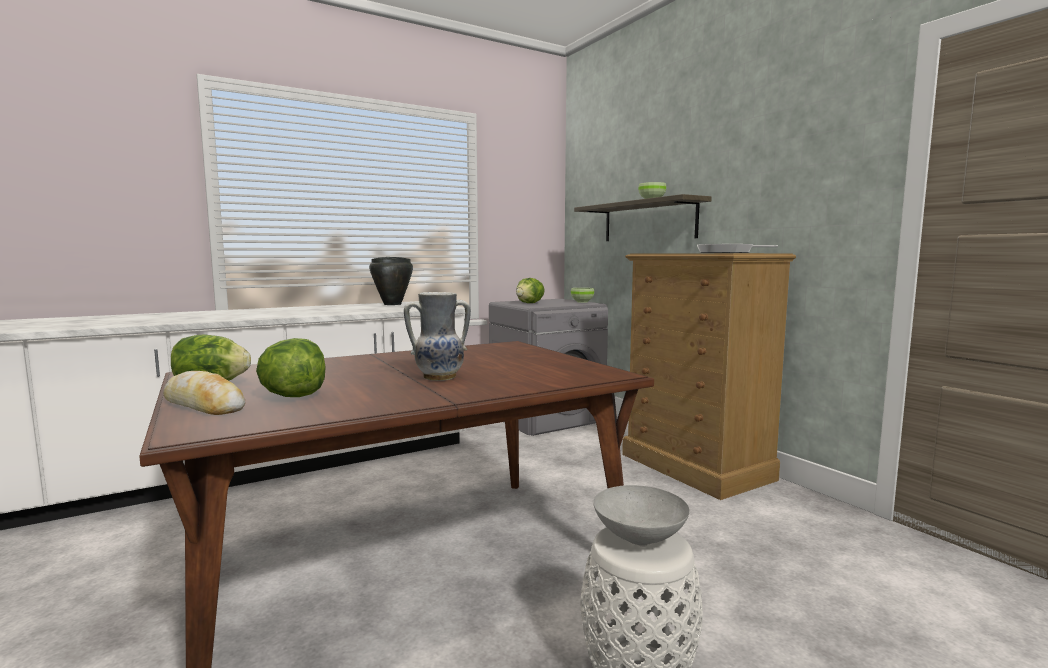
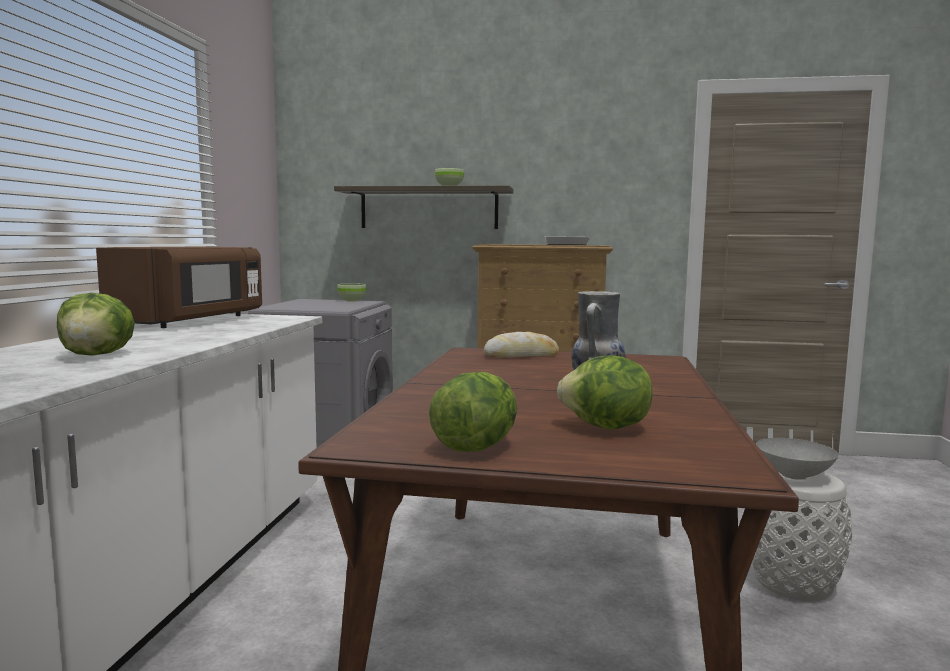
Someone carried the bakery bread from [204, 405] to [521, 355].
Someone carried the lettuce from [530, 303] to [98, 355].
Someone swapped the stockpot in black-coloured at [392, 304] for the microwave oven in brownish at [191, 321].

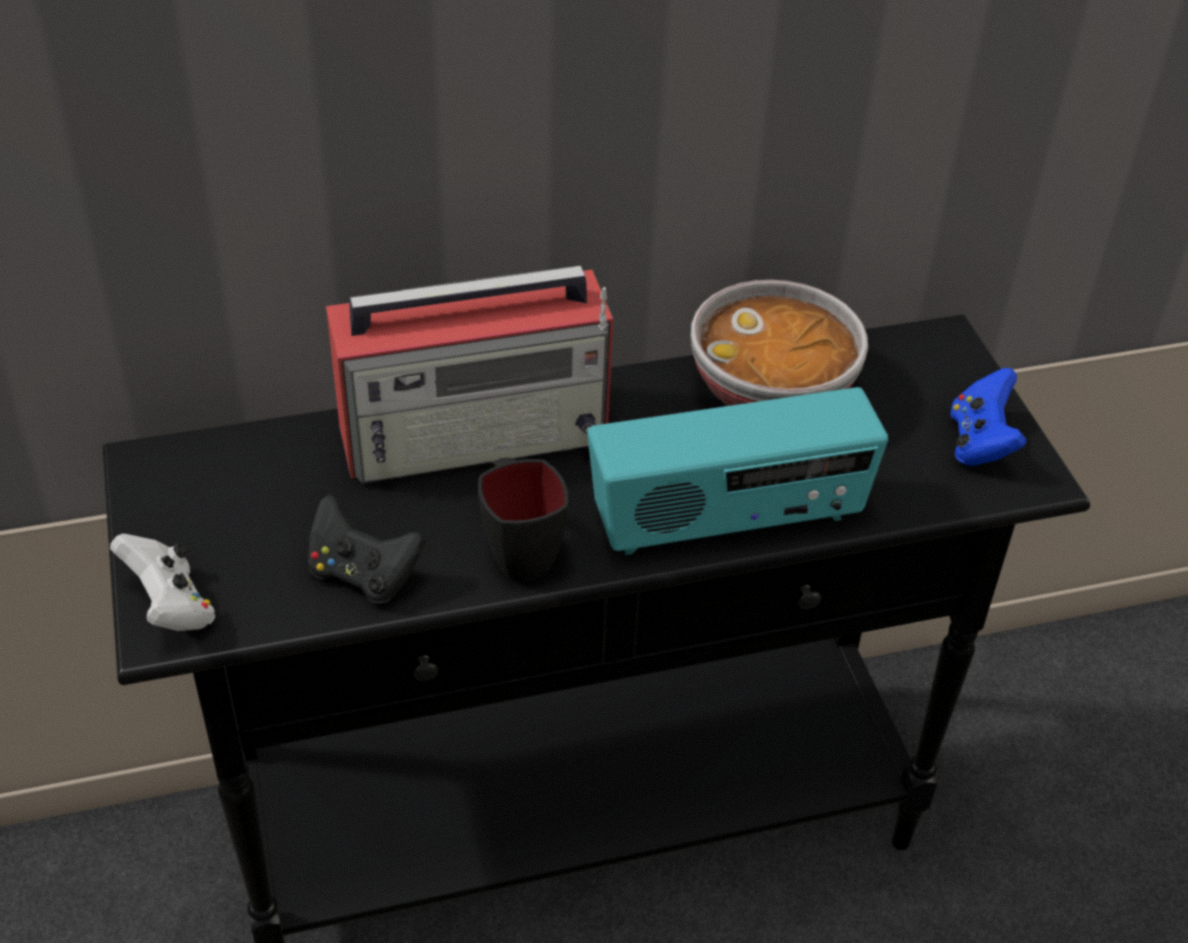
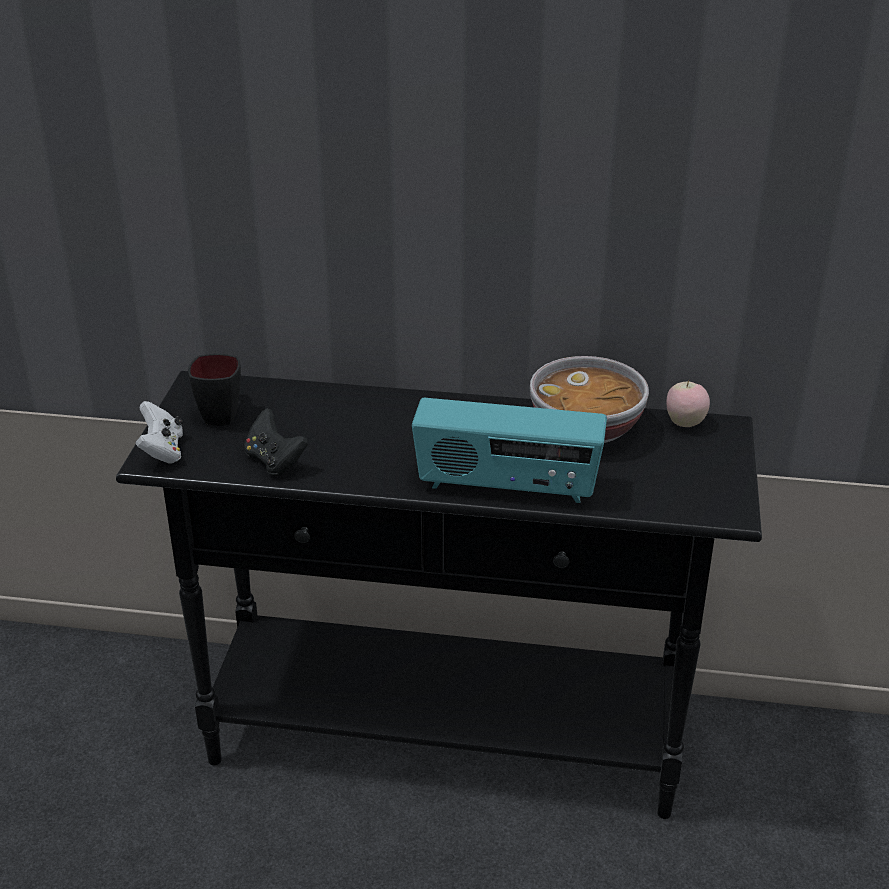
Someone took away the radio set at [478, 433].
Someone took away the gamepad in bluish at [980, 442].
Someone put down the apple fruit at [685, 423].
Someone carried the coffee mug in black-coloured from [518, 549] to [222, 412].

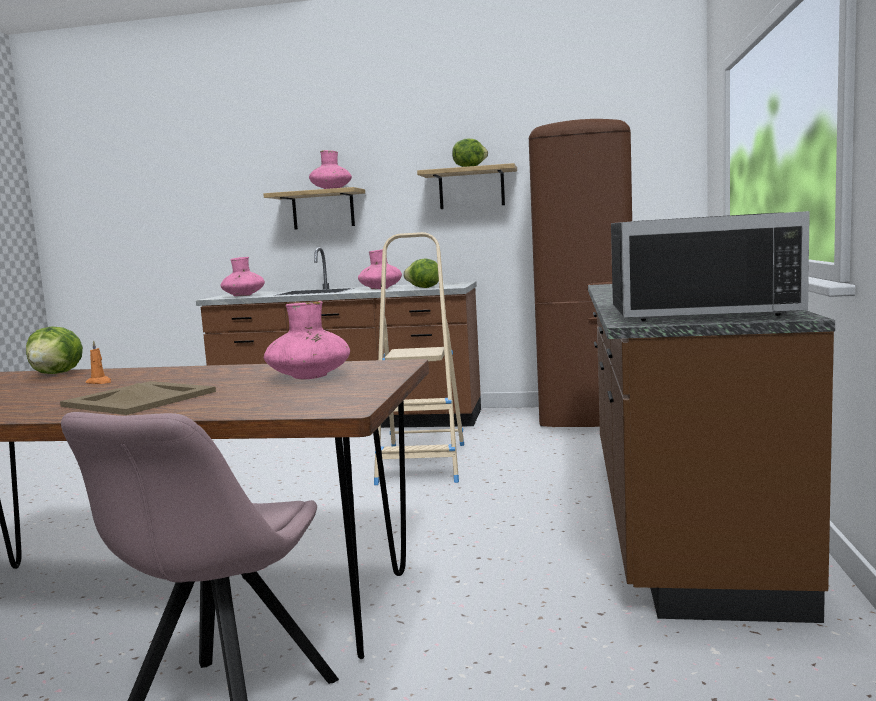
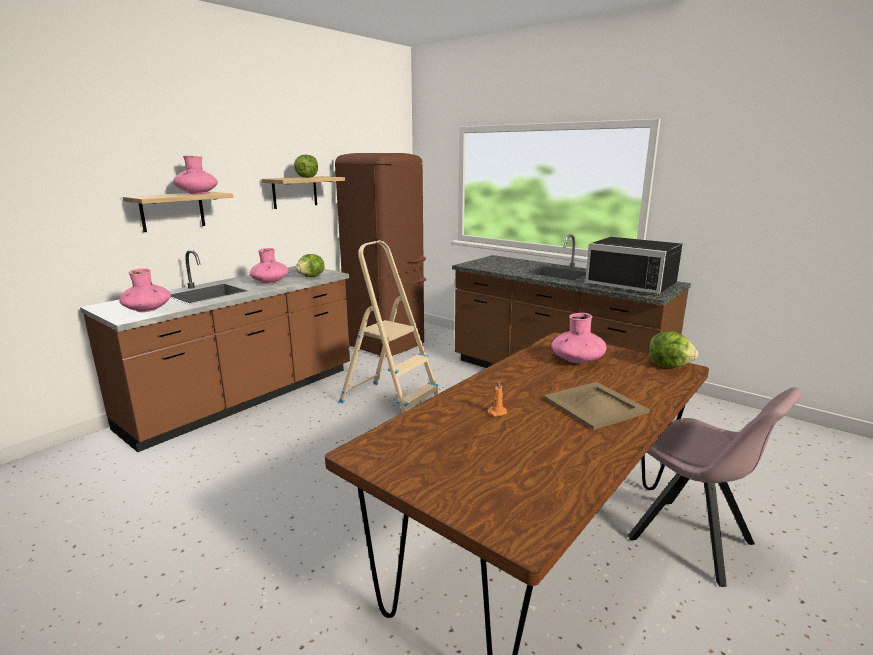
Someone carried the lettuce from [57, 373] to [668, 365].
Someone rotated the microwave oven in black-coloured at [699, 312] by 90 degrees clockwise.

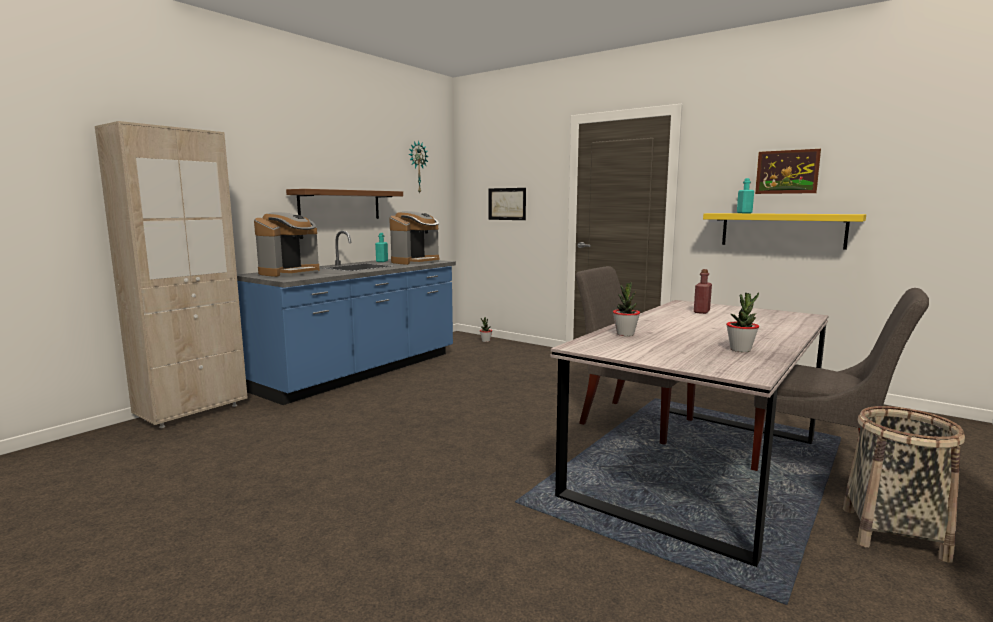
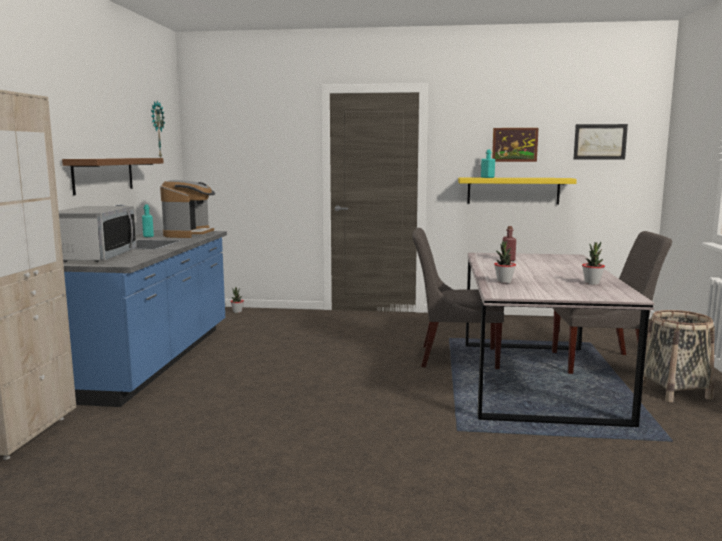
Someone carried the picture from [507, 204] to [600, 141].
Someone swapped the coffee maker at [290, 273] for the microwave oven at [95, 257].

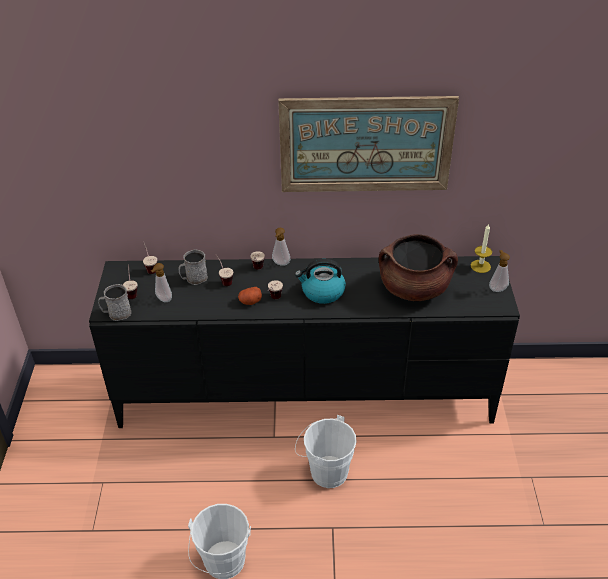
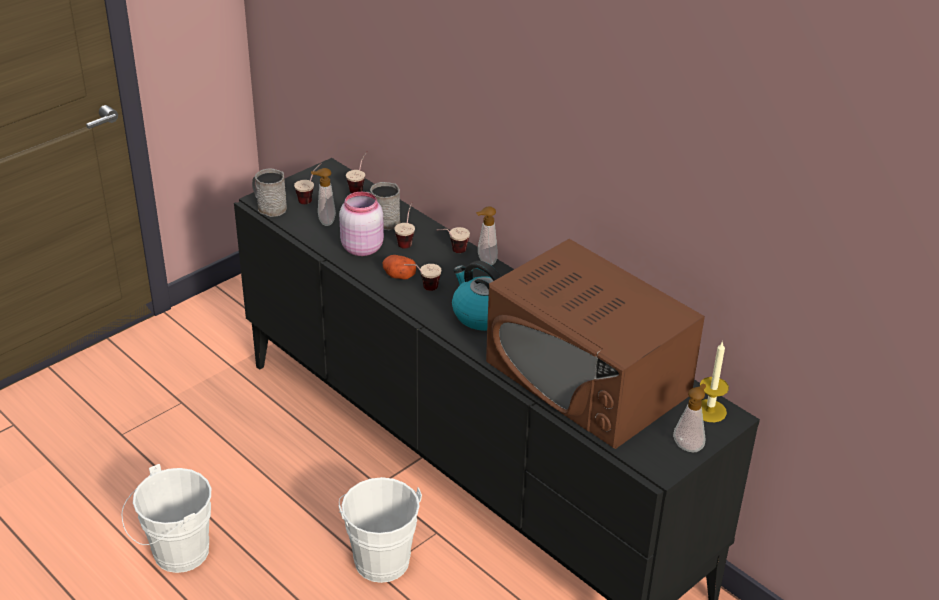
Someone took away the picture at [366, 144].
Someone put down the storage jar in pinkish at [361, 247].
Someone swapped the stockpot in brownish at [414, 288] for the microwave oven in brownish at [587, 378].

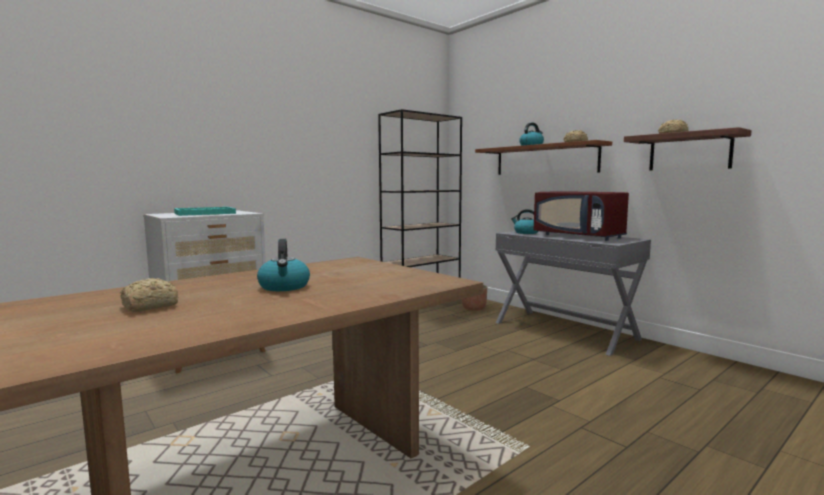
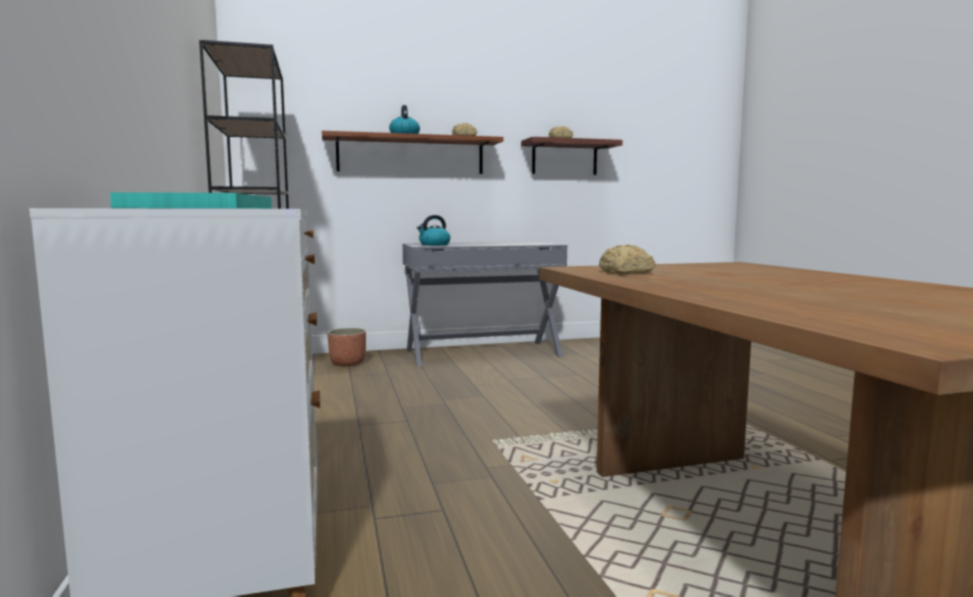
Someone took away the water kettle at [284, 287].
Someone took away the microwave oven in red at [579, 236].
Someone carried the bakery bread from [148, 306] to [625, 272].

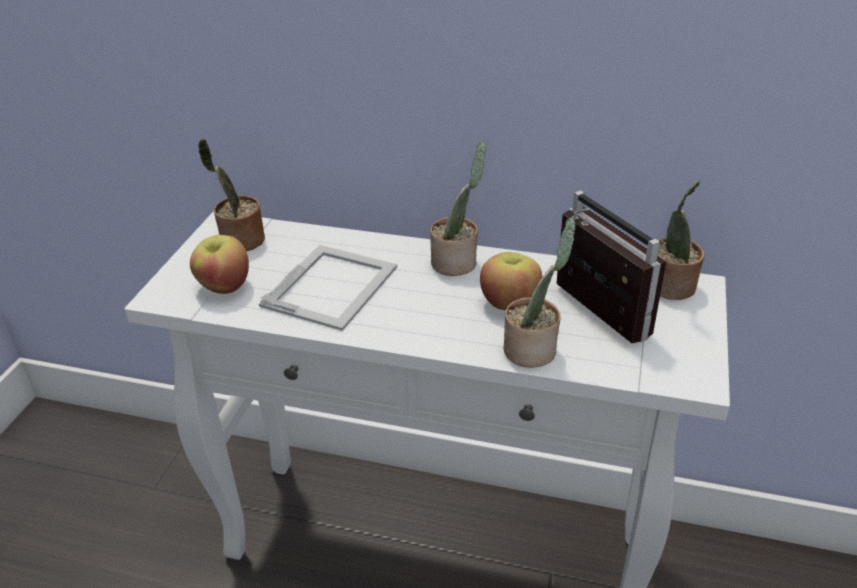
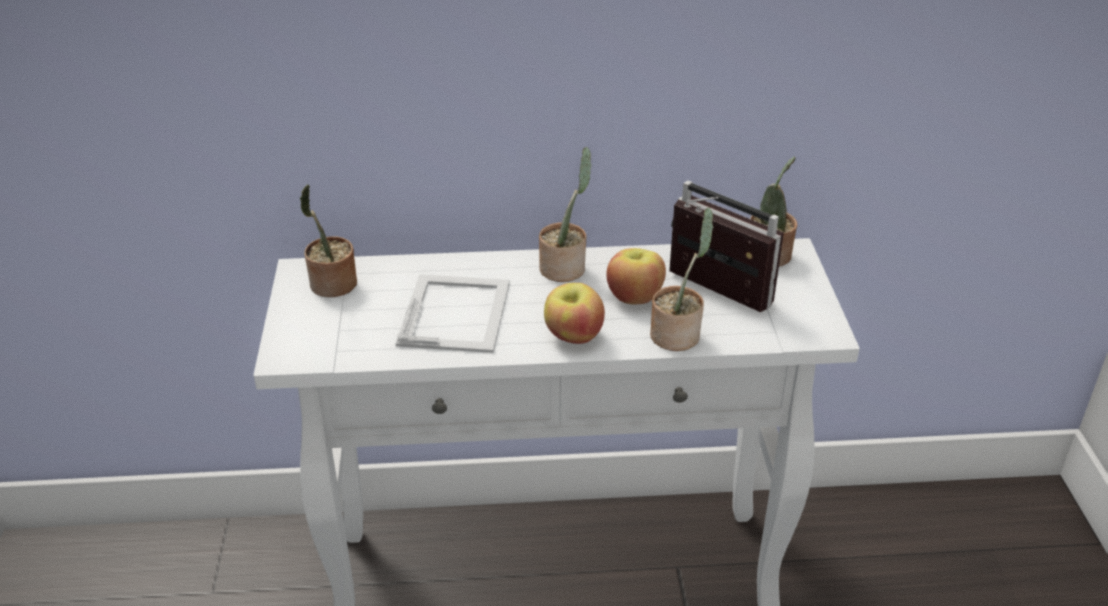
Someone carried the apple fruit from [224, 286] to [573, 336].

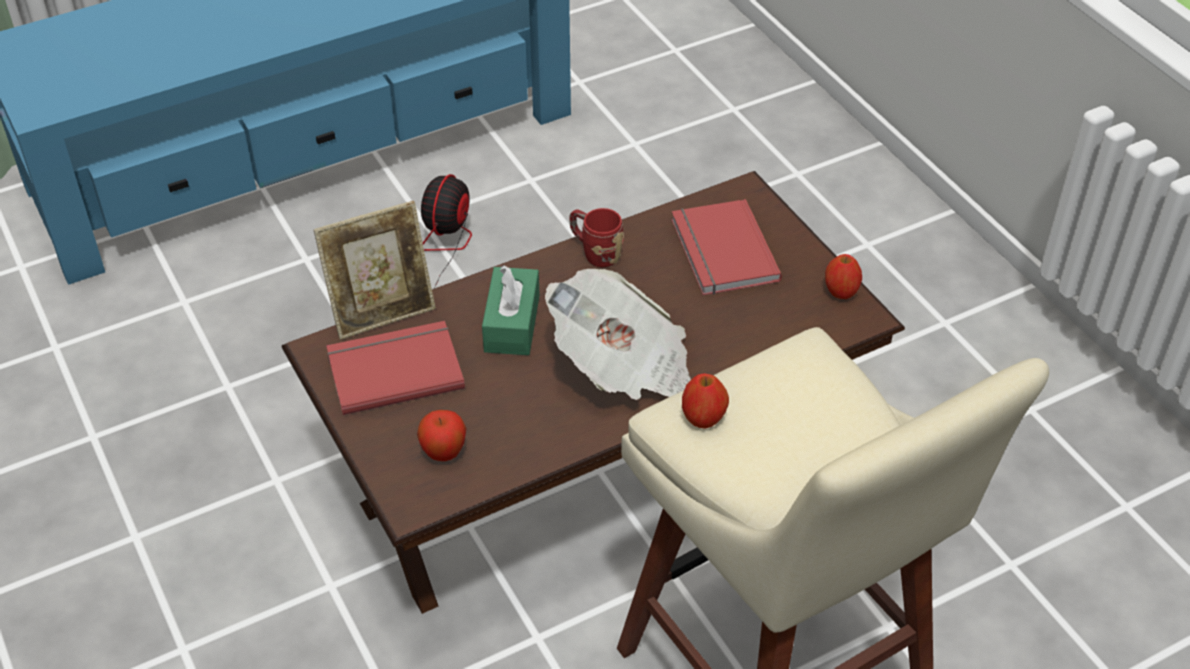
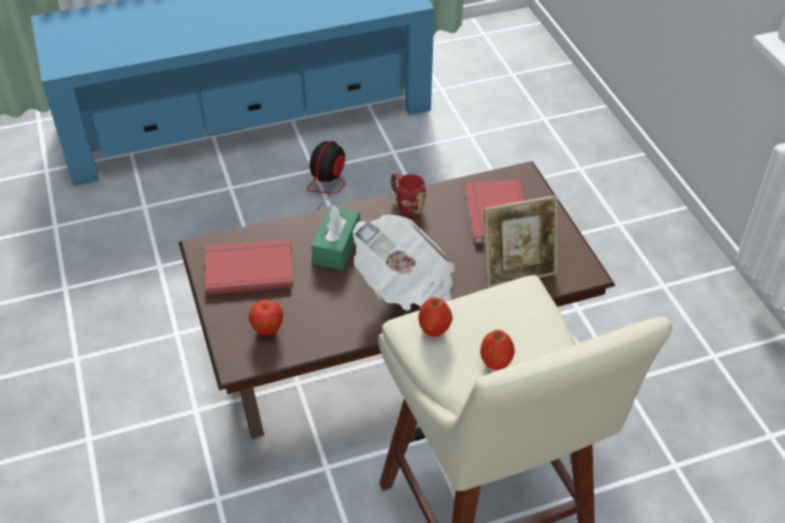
Someone carried the photo frame from [382, 311] to [517, 271].
Someone carried the apple fruit from [840, 292] to [495, 362].

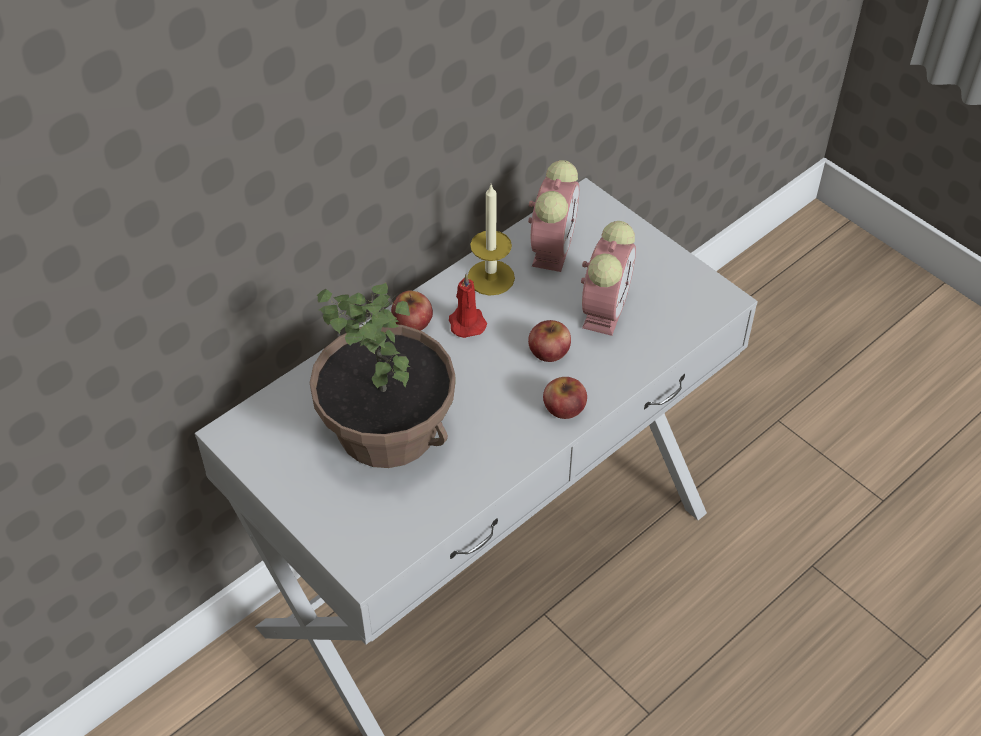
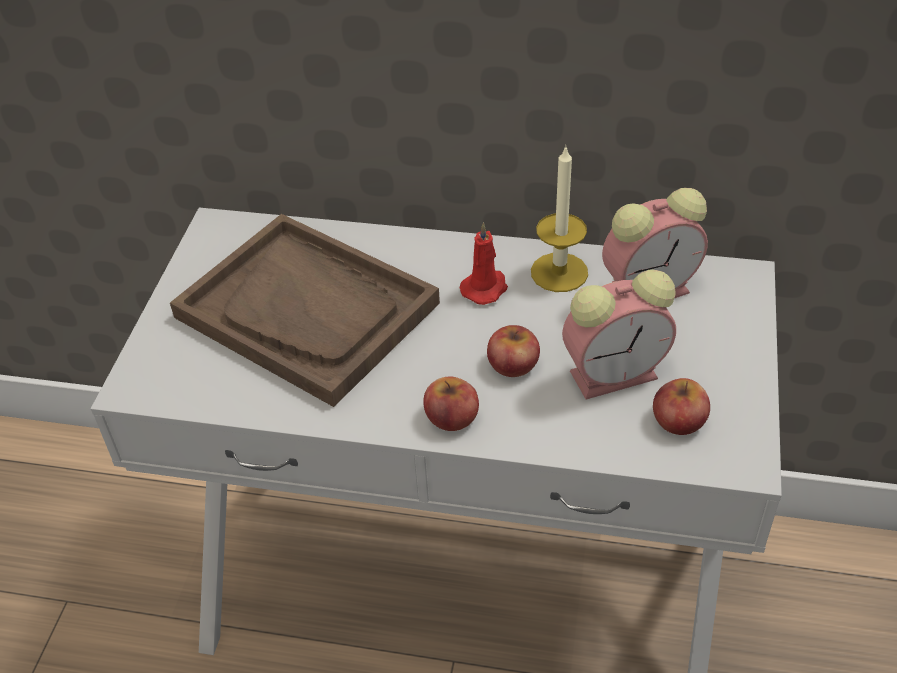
Someone carried the apple fruit from [412, 321] to [679, 419].
Someone swapped the potted plant at [388, 427] for the carrying tray in brownish at [308, 310].

